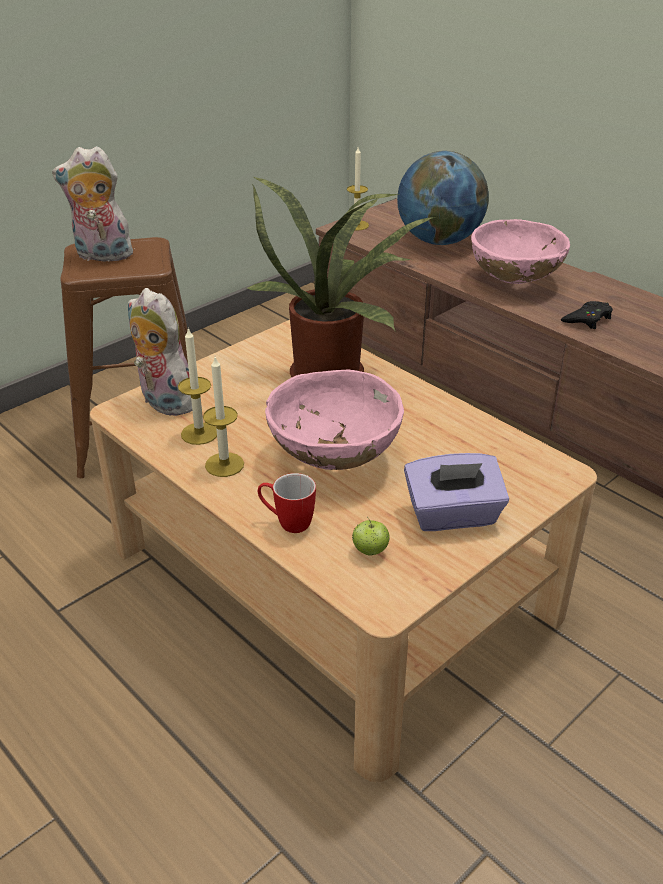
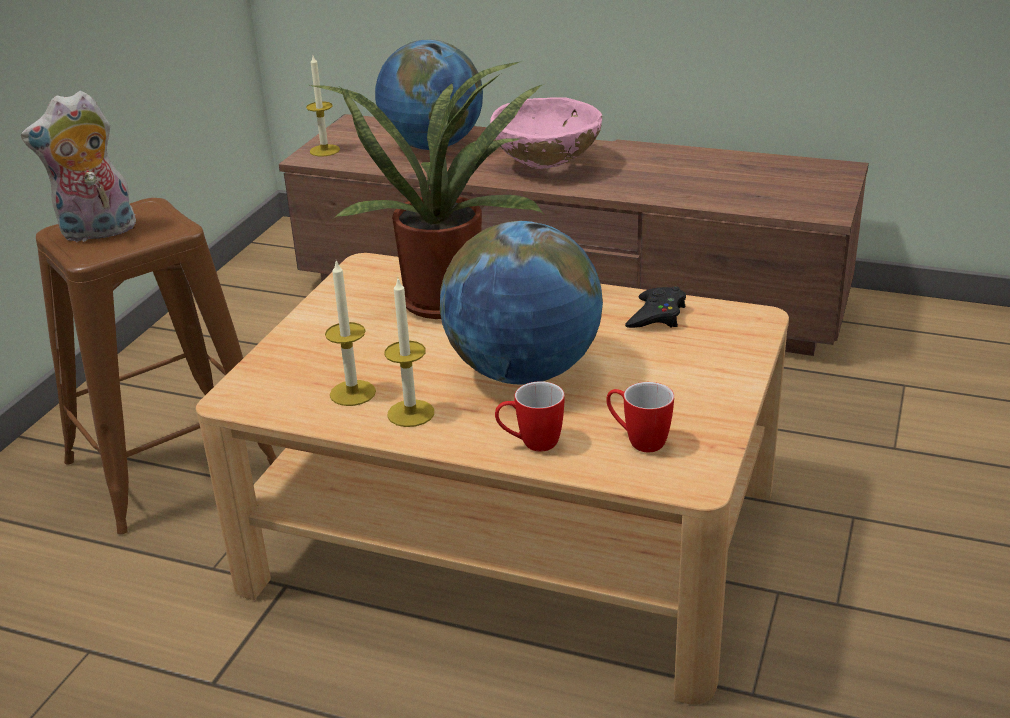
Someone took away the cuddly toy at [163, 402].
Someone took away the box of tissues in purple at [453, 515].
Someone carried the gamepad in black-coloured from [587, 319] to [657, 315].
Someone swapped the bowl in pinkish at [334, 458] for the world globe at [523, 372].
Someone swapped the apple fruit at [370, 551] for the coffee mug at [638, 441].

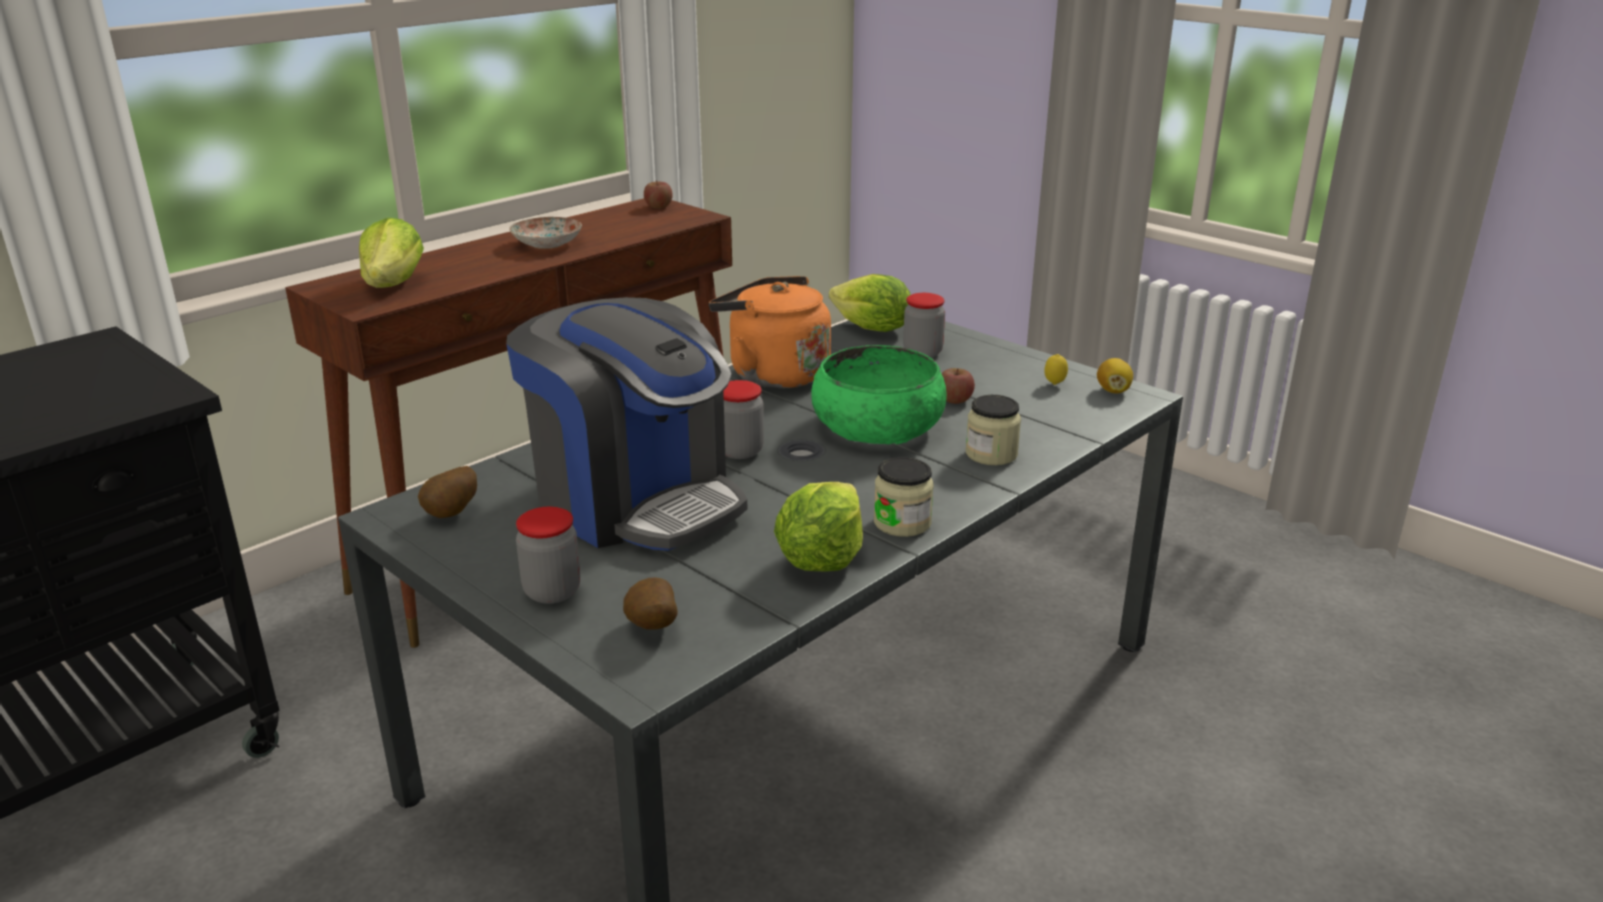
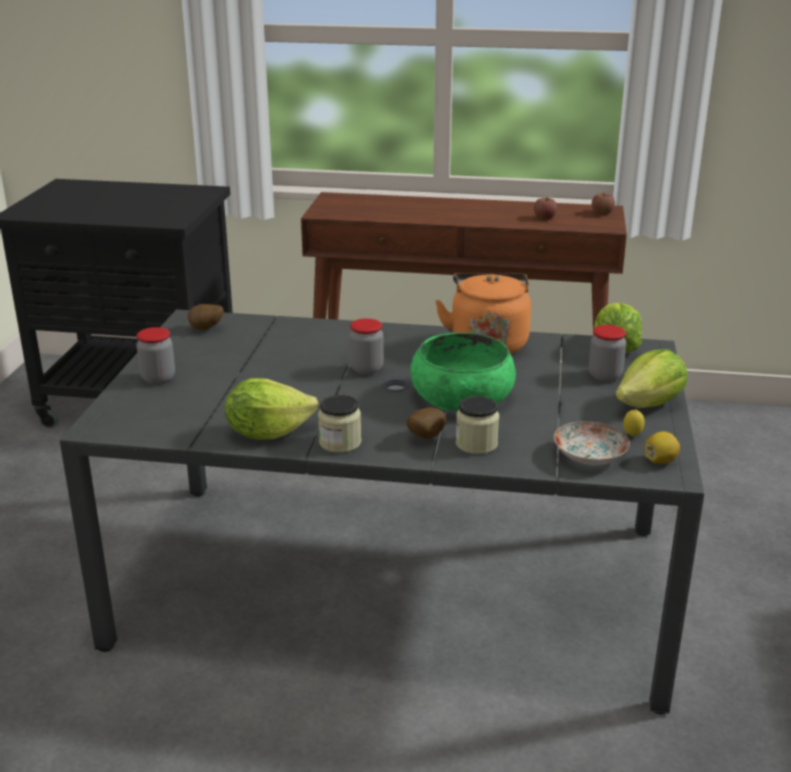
Someone took away the coffee maker at [635, 500].
Someone carried the lettuce from [394, 284] to [650, 404].
Someone carried the plate from [548, 244] to [591, 456].
Someone carried the spud from [651, 628] to [424, 437].
Someone carried the apple fruit from [955, 400] to [544, 218].

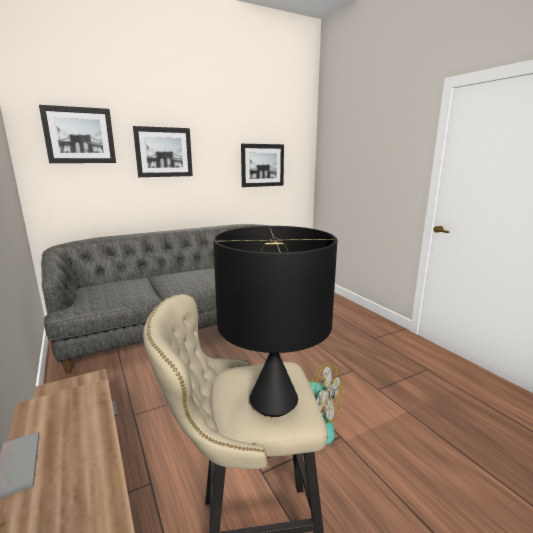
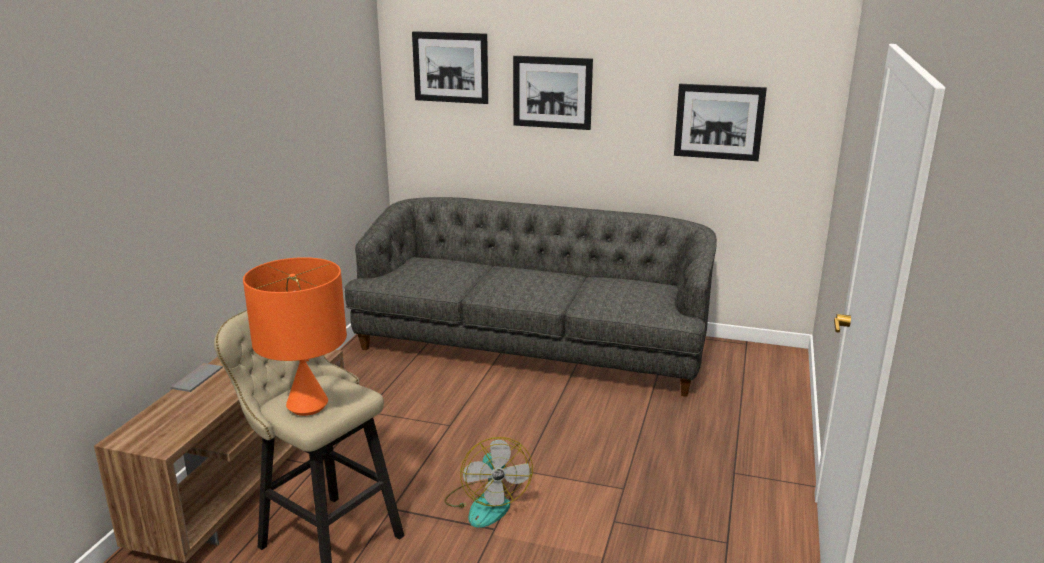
Someone repainted the lamp for a table in black-coloured at [274, 404], which became the lamp for a table in orange at [307, 407].

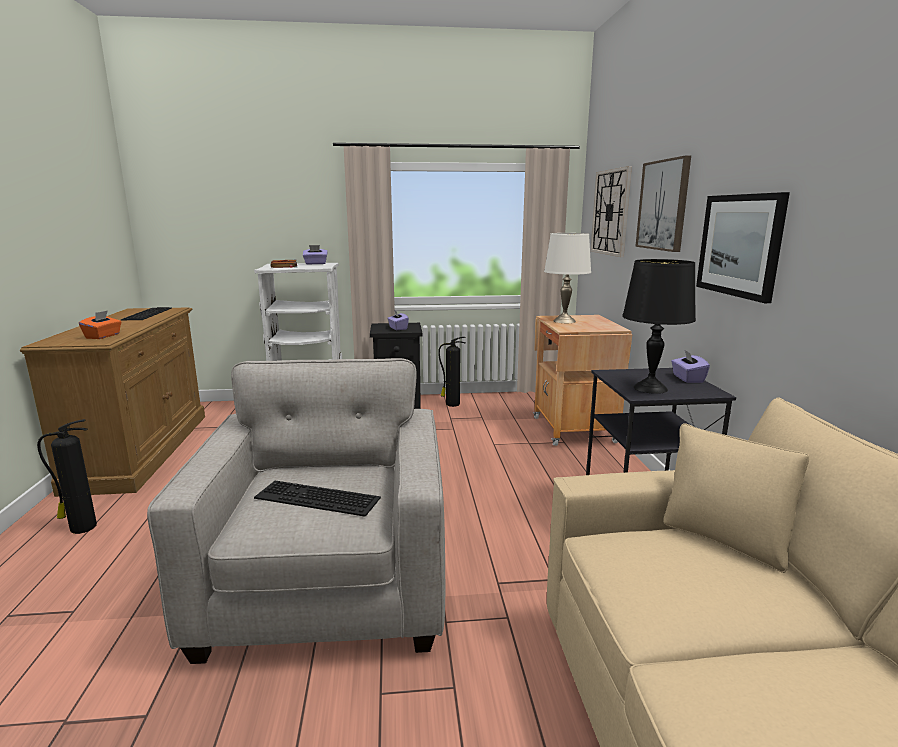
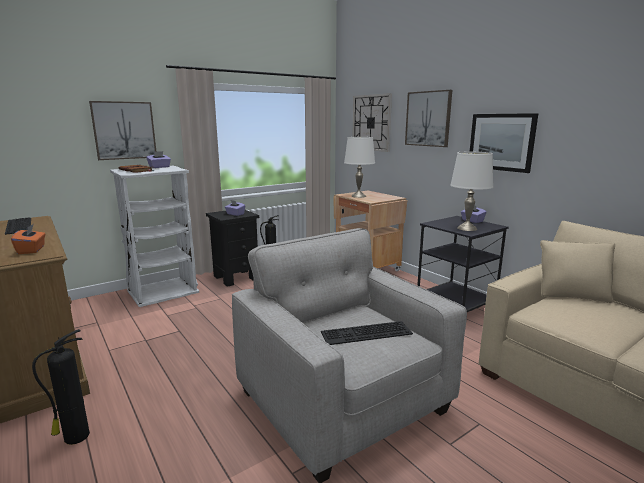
Someone put up the picture at [124, 130].
Someone repainted the lamp for a table in black-coloured at [650, 388], which became the lamp for a table in whitish at [467, 228].

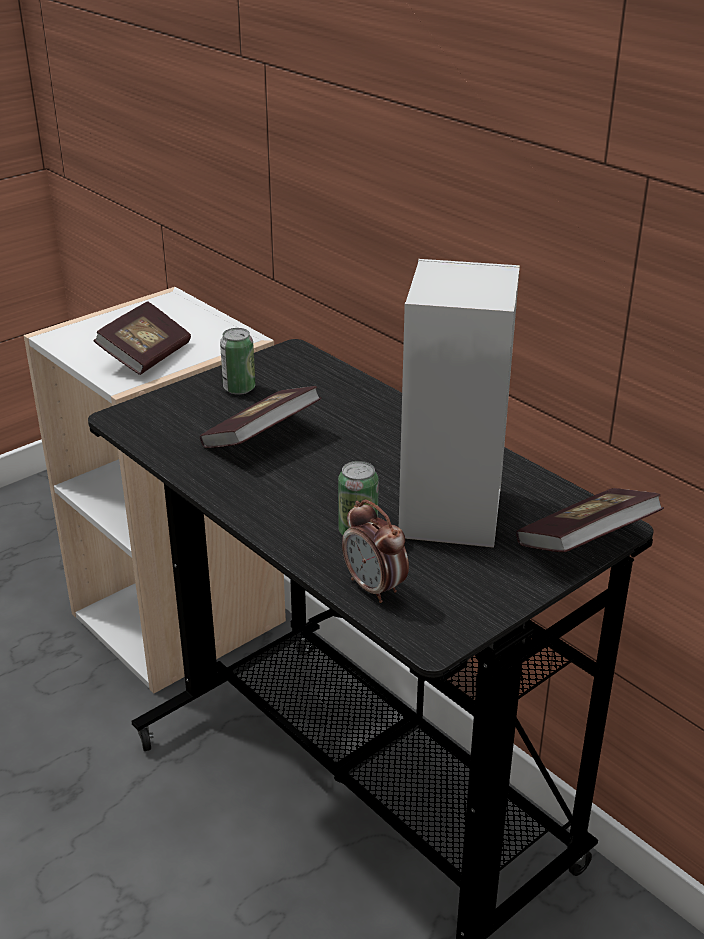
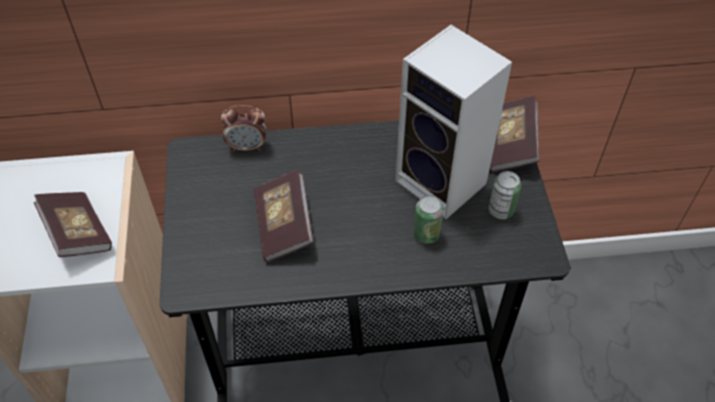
Someone carried the can from [239, 388] to [501, 210].
Someone carried the table clock from [374, 588] to [247, 146].

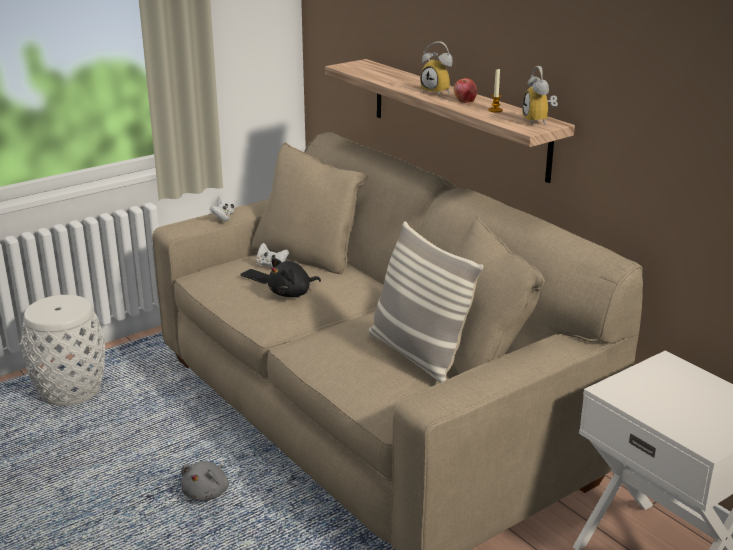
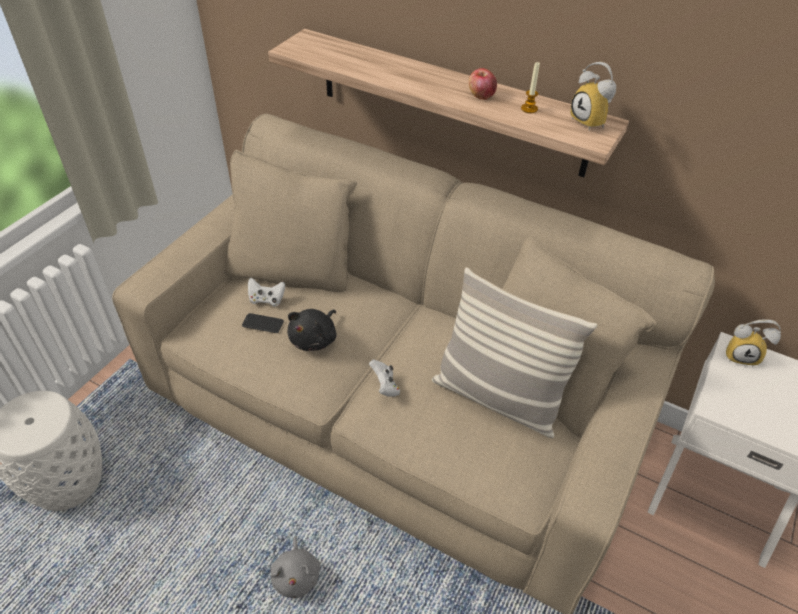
Someone carried the gamepad in whitish from [223, 217] to [385, 386].
Someone carried the table clock from [438, 92] to [742, 355].

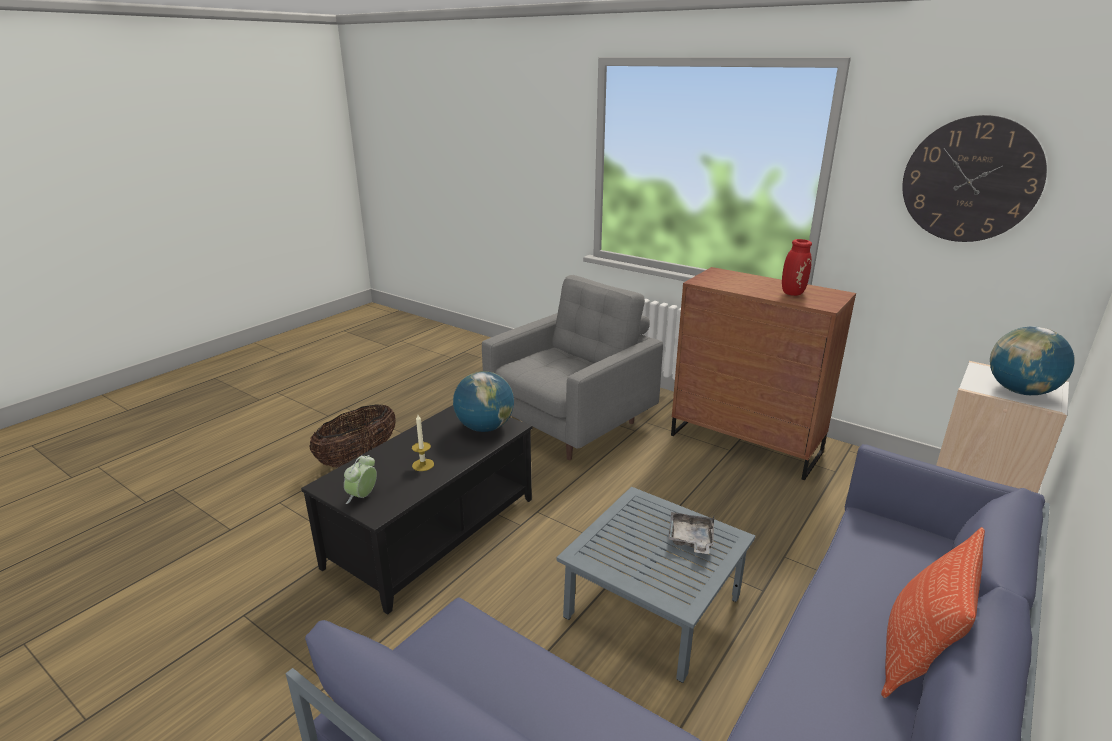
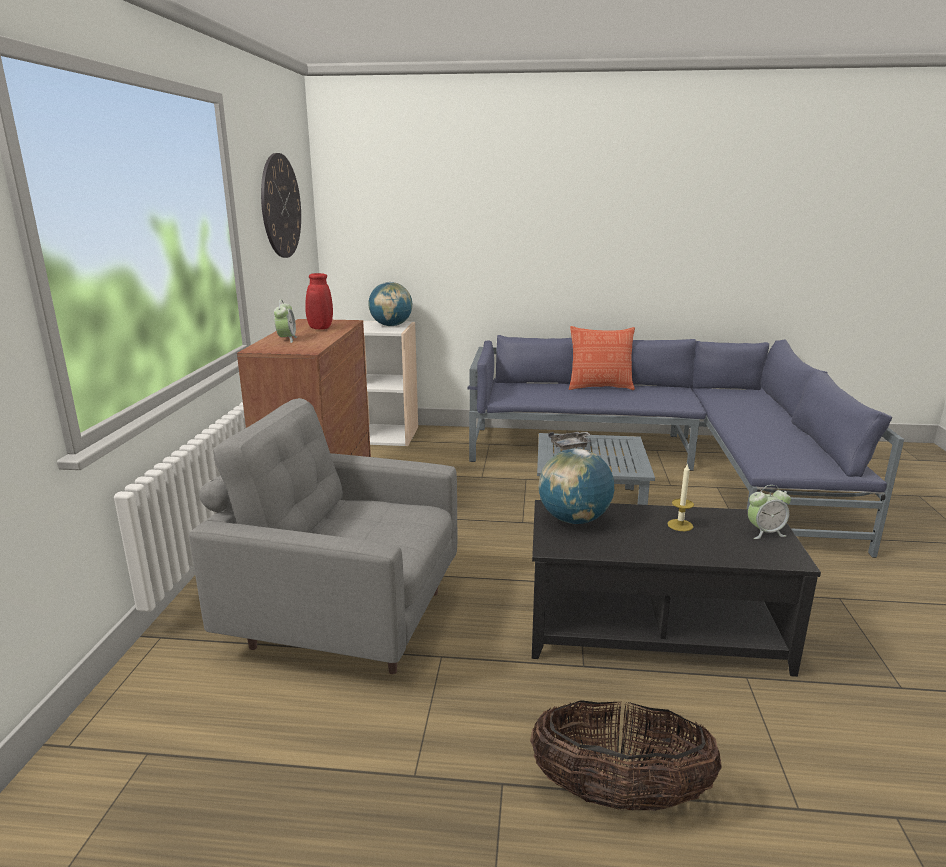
Someone put down the table clock at [286, 339].

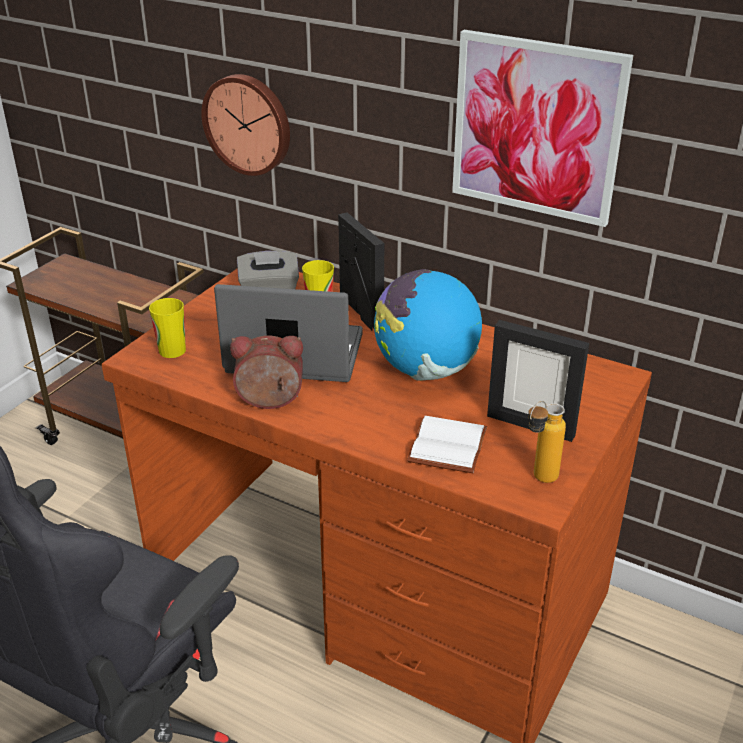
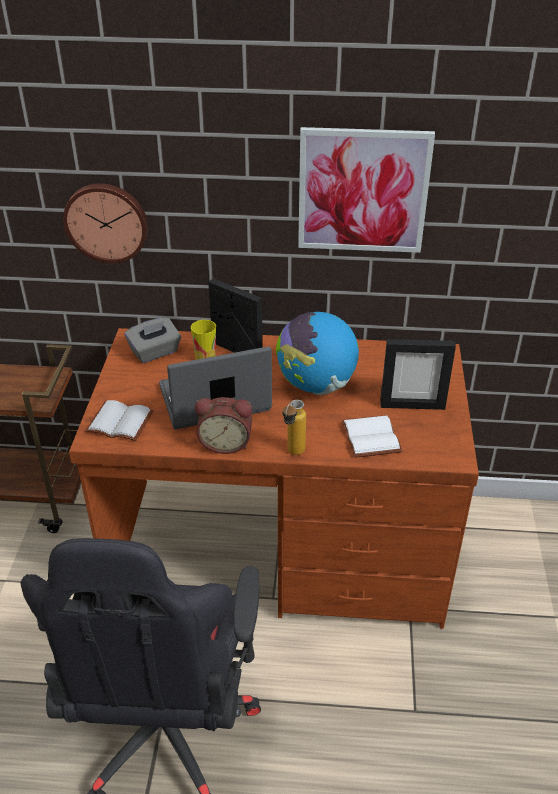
Someone carried the bottle from [538, 480] to [292, 454].
Someone swapped the small cup at [172, 350] for the book in whitish at [118, 423].
Someone rotated the table clock at [270, 402] by 150 degrees counterclockwise.

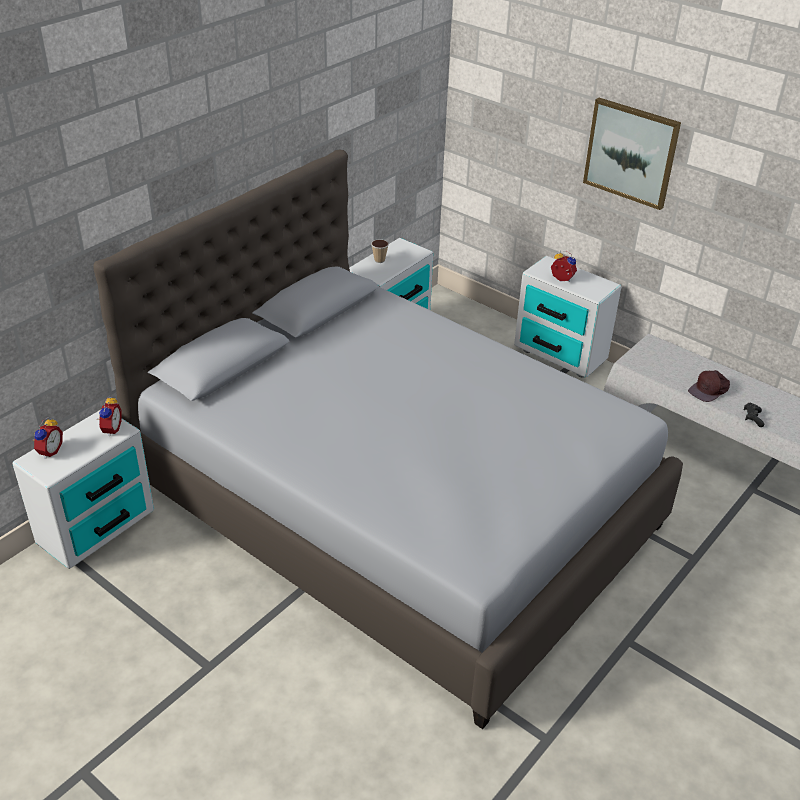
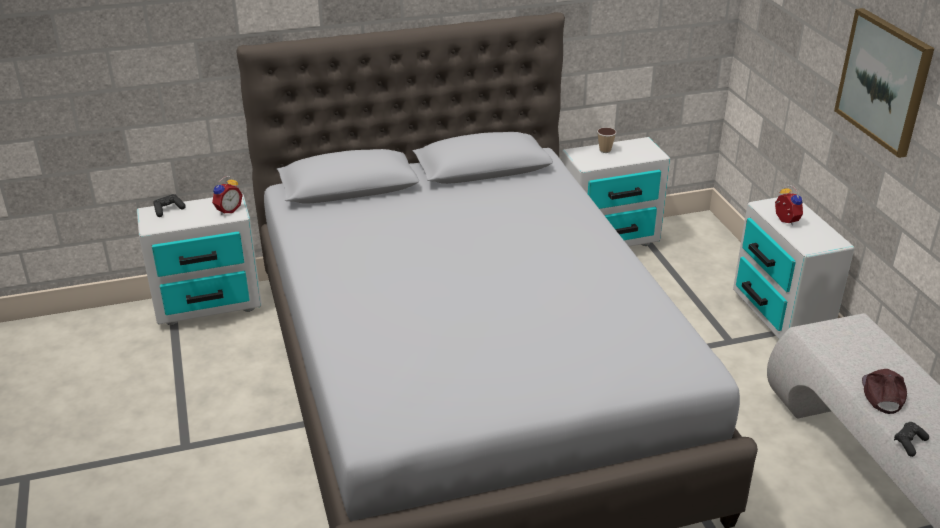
Someone swapped the table clock at [49, 451] for the gamepad in black-coloured at [168, 210].
Someone rotated the peaked cap in brownish at [709, 390] by 105 degrees clockwise.

